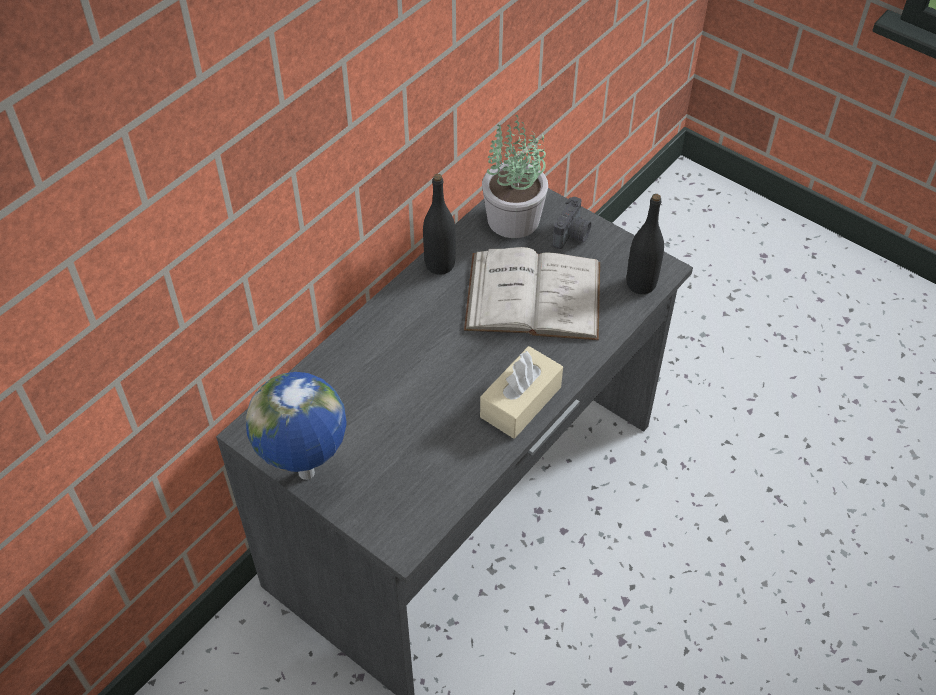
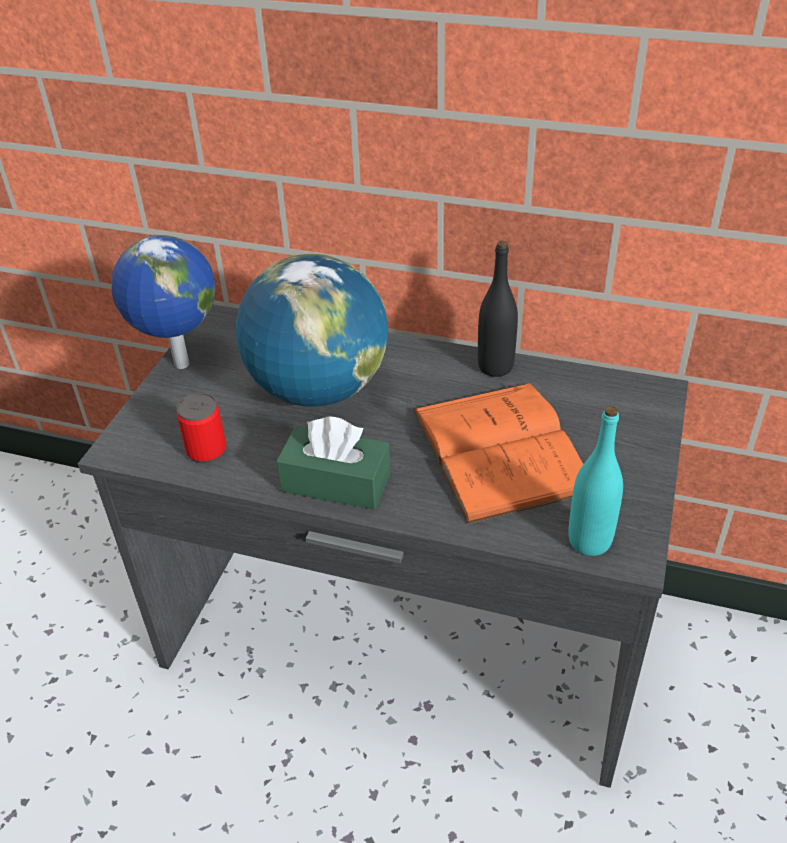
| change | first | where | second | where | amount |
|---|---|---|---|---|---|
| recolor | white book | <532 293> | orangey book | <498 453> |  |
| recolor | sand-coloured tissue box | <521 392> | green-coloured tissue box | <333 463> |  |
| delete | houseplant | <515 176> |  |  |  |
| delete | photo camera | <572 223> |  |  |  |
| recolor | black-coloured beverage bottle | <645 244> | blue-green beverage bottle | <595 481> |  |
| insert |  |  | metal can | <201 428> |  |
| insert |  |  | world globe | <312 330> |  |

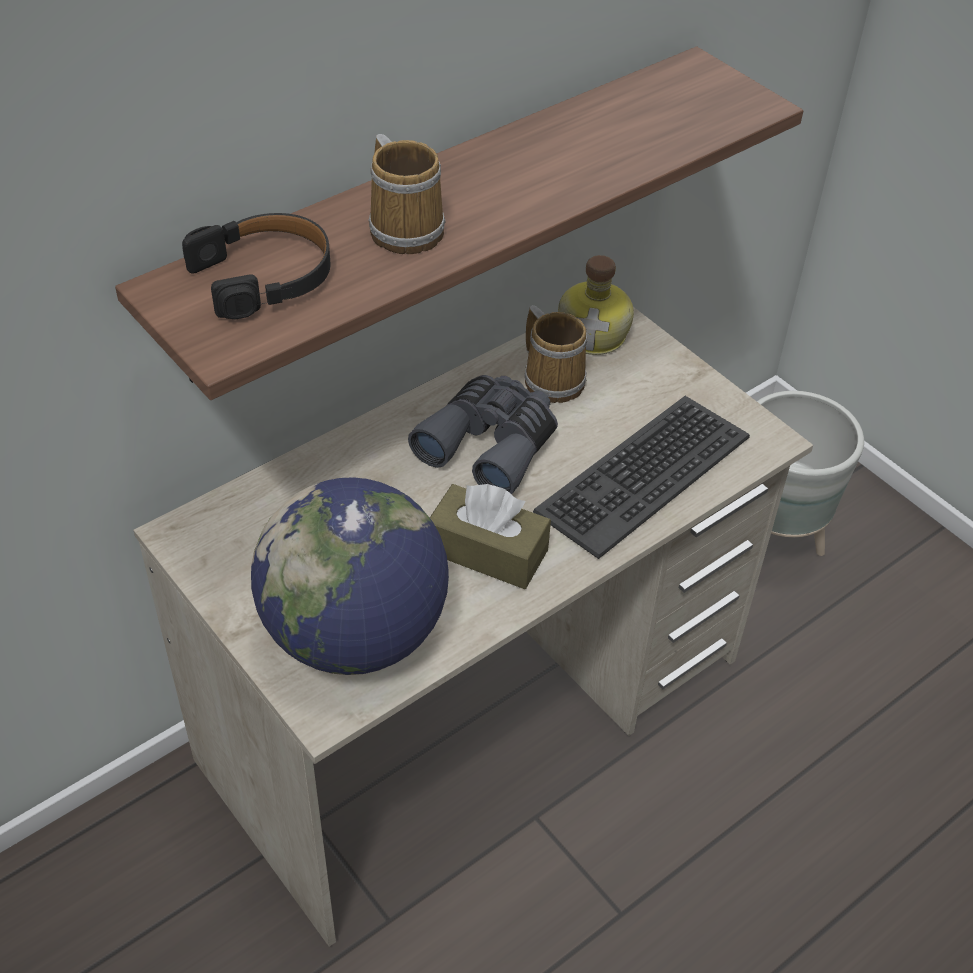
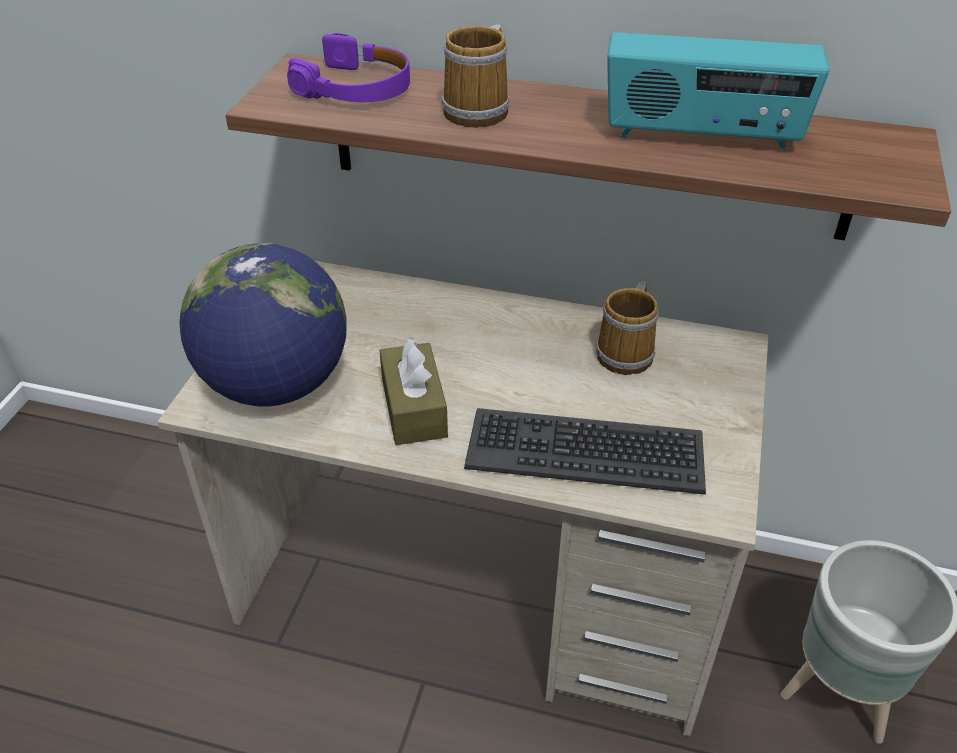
| change | first | where | second | where | amount |
|---|---|---|---|---|---|
| recolor | black-coloured pair of headphones | <256 266> | purple-coloured pair of headphones | <348 67> |  |
| delete | greyish binoculars | <483 434> |  |  |  |
| delete | beverage bottle | <596 305> |  |  |  |
| insert |  |  | radio | <718 91> |  |

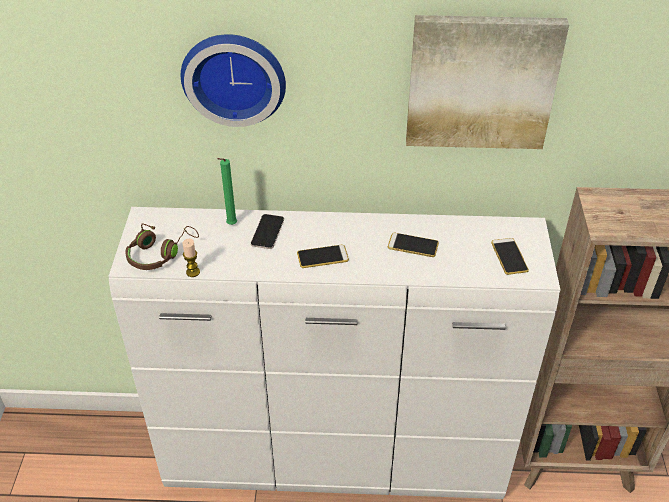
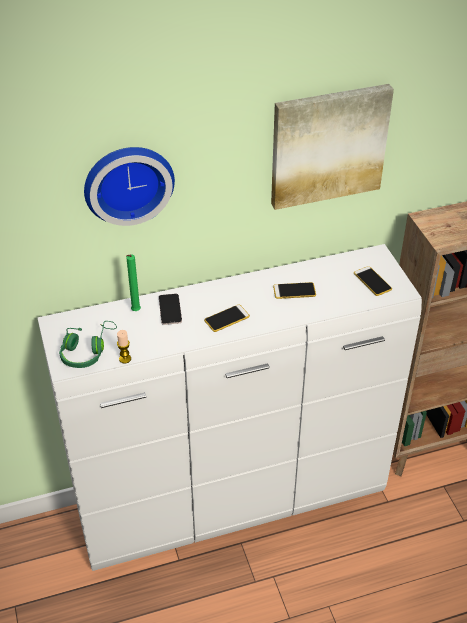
| change | first | where | second | where | amount |
|---|---|---|---|---|---|
| recolor | brown-coloured pair of headphones | <162 247> | green-coloured pair of headphones | <88 344> |  |

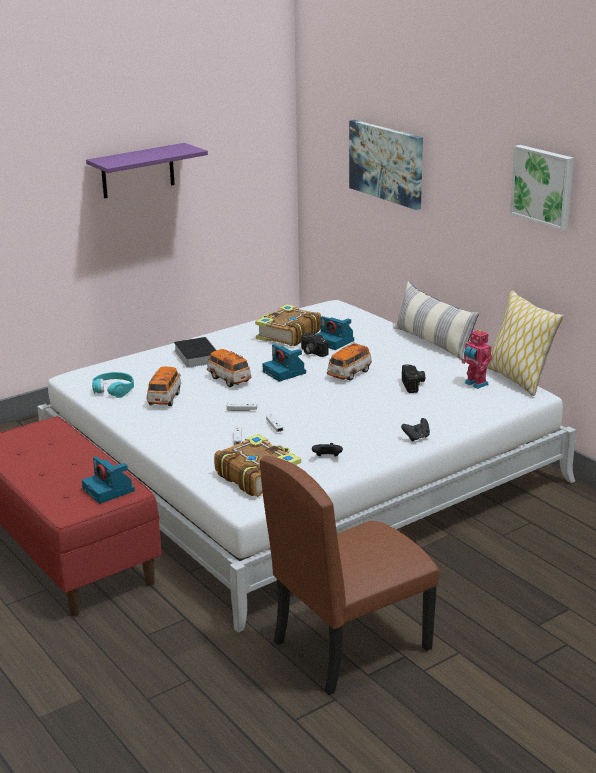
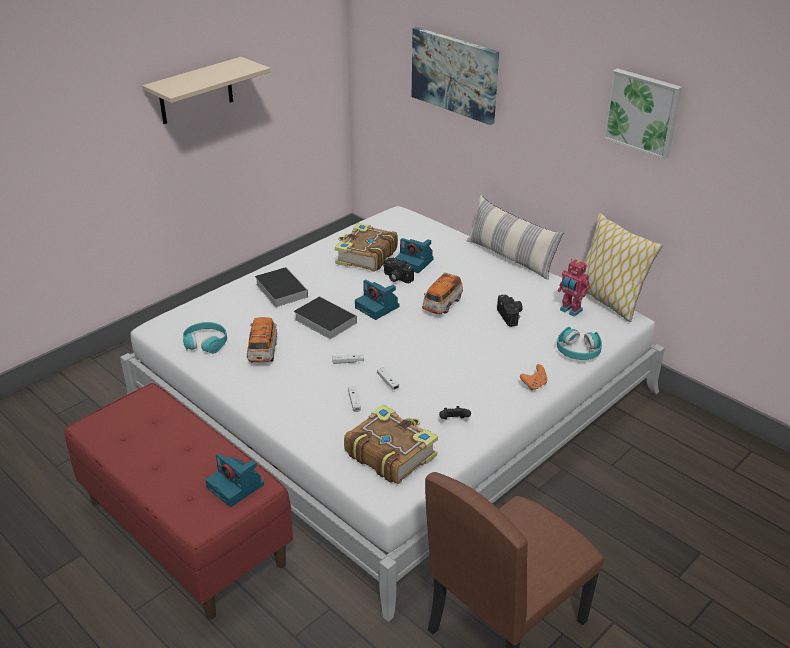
| change | first | where | second | where | amount |
|---|---|---|---|---|---|
| recolor | purple-coloured shelf | <147 171> | sand-coloured shelf | <206 90> |  |
| replace | toy car | <229 368> | book | <325 317> |  |
| recolor | black-coloured game controller | <415 430> | orangey game controller | <533 377> |  |
| insert |  |  | blue-green pair of headphones | <579 343> |  |

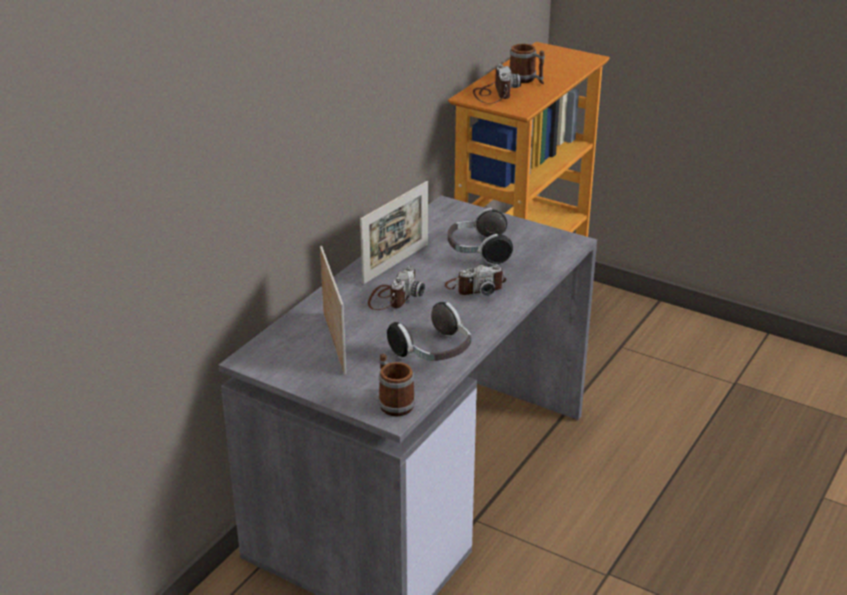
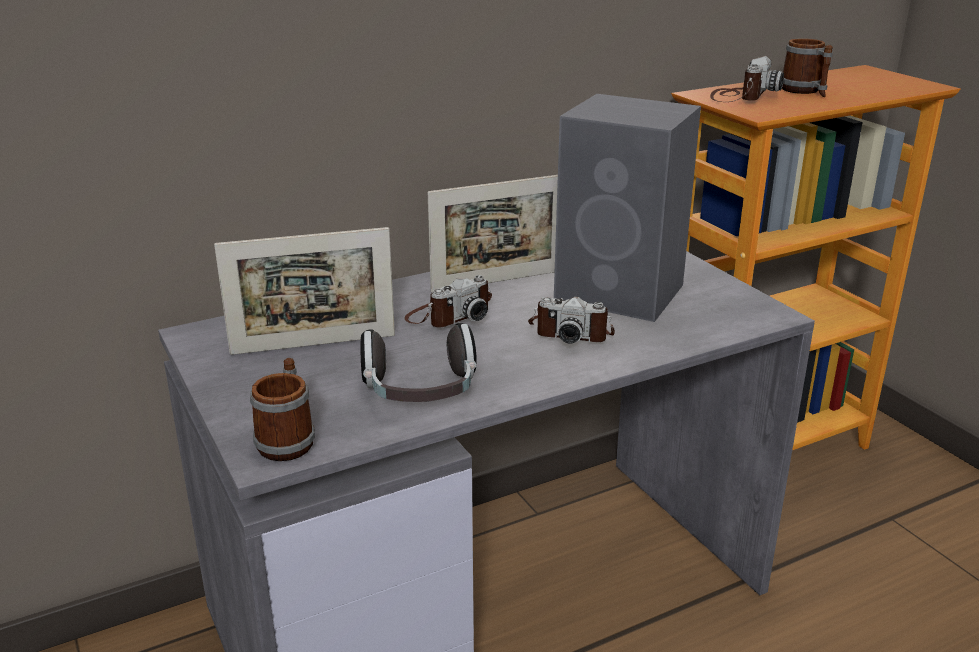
| change | first | where | second | where | amount |
|---|---|---|---|---|---|
| rotate | picture frame | <333 310> |  | <304 291> | 60 degrees clockwise |
| replace | pair of headphones | <480 236> | greyish loudspeaker | <627 208> |  |

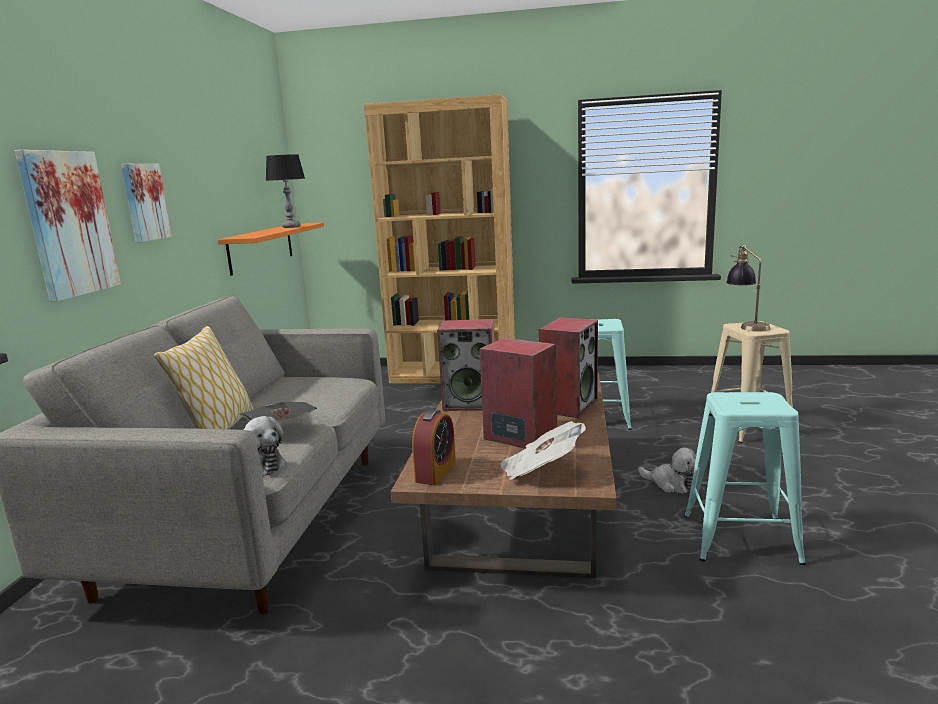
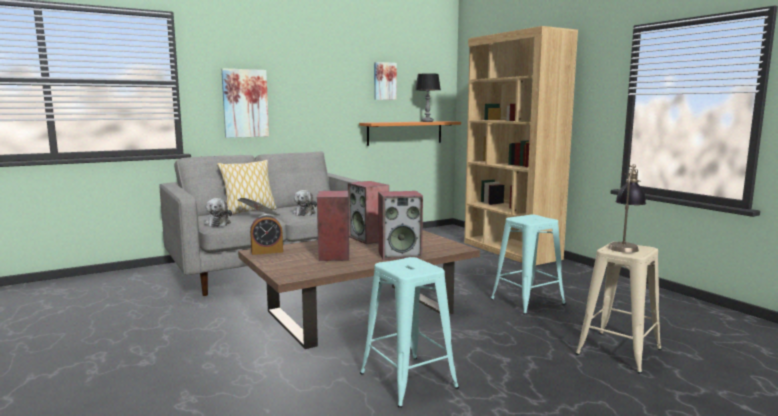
| change | first | where | second | where | amount |
|---|---|---|---|---|---|
| move | wall picture | <146 203> |  | <385 81> |  |
| delete | daily paper | <543 450> |  |  |  |
| move | plush toy | <667 470> |  | <305 203> |  |

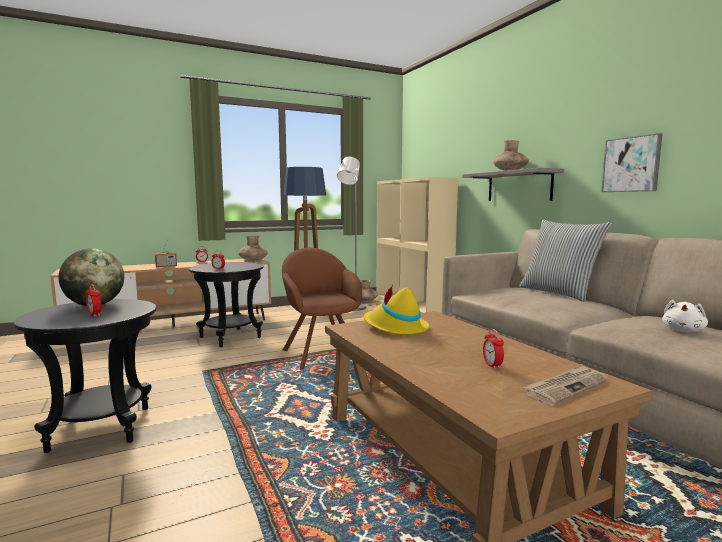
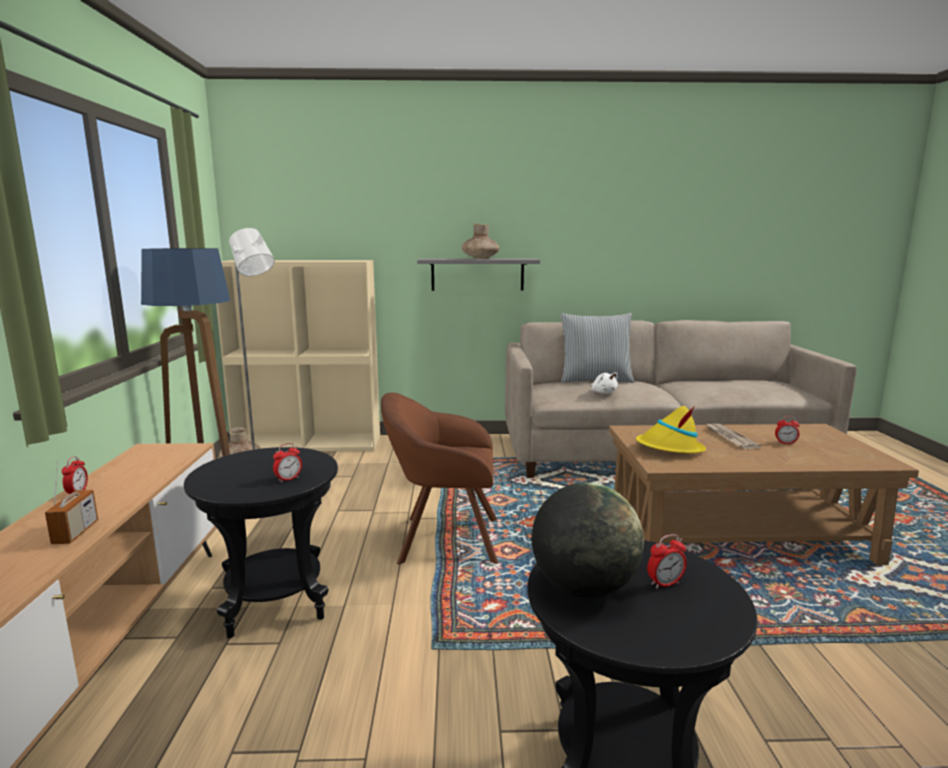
| change | first | where | second | where | amount |
|---|---|---|---|---|---|
| delete | brown-coloured flower vase | <253 248> |  |  |  |
| move | daily paper | <565 384> |  | <733 436> |  |
| delete | wall picture | <631 162> |  |  |  |
| move | white plush toy | <685 316> |  | <604 383> |  |

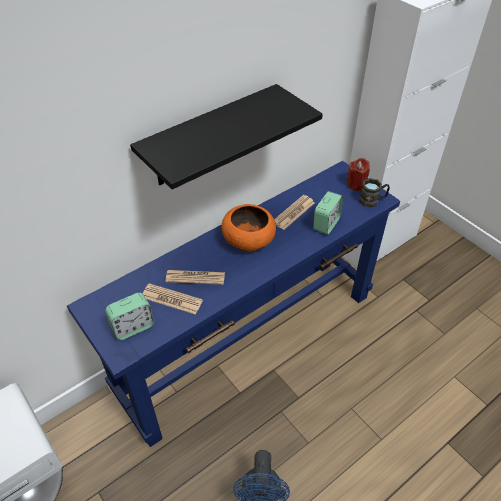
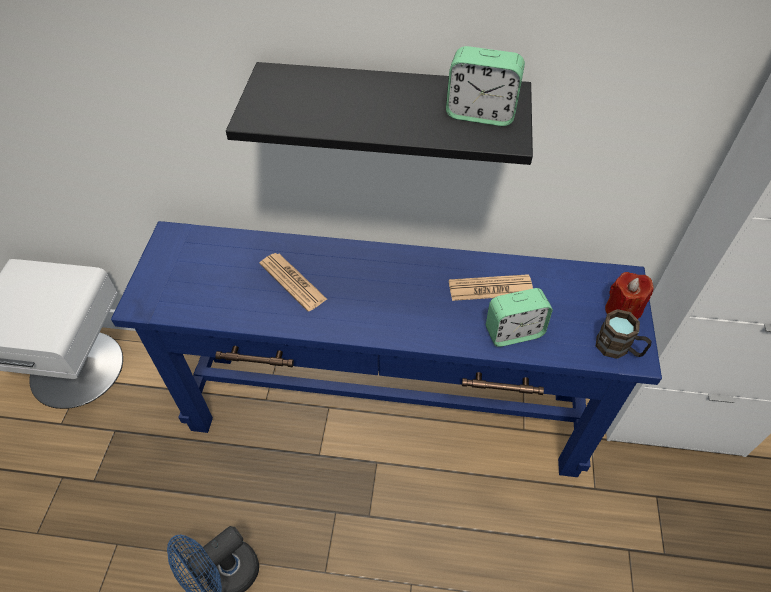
| change | first | where | second | where | amount |
|---|---|---|---|---|---|
| move | bedside clock | <129 316> |  | <485 86> |  |
| delete | daily paper | <173 299> |  |  |  |
| delete | orangey deep dish | <248 228> |  |  |  |

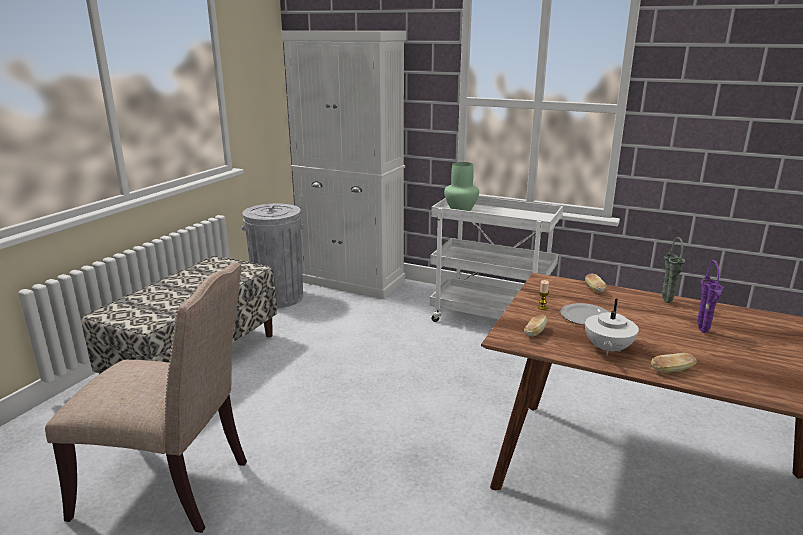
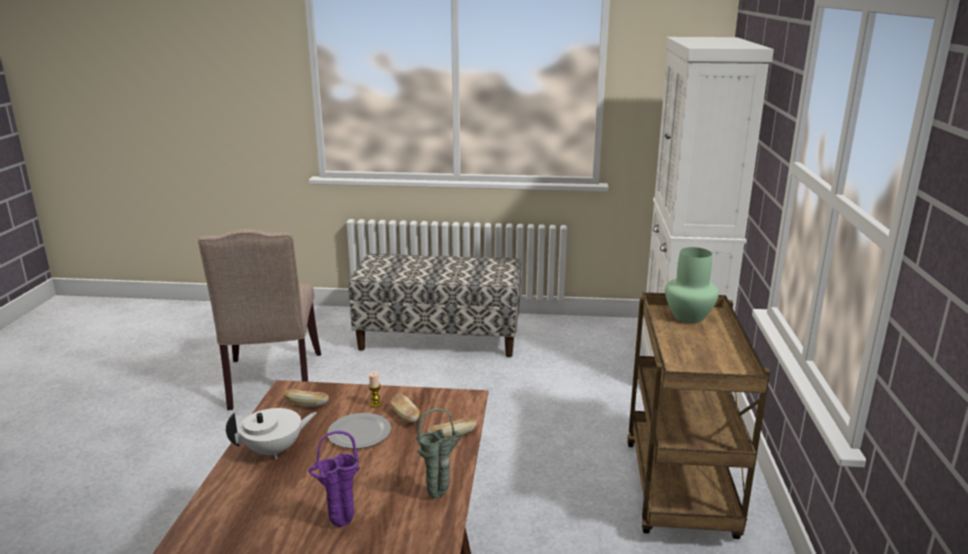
| change | first | where | second | where | amount |
|---|---|---|---|---|---|
| delete | greyish rubbish bin | <273 255> |  |  |  |
| recolor | white cart | <496 259> | brown-coloured cart | <698 415> |  |
| rotate | white pot for tea | <612 326> |  | <271 433> | 150 degrees clockwise |
| move | baked bread | <674 363> |  | <405 408> |  |

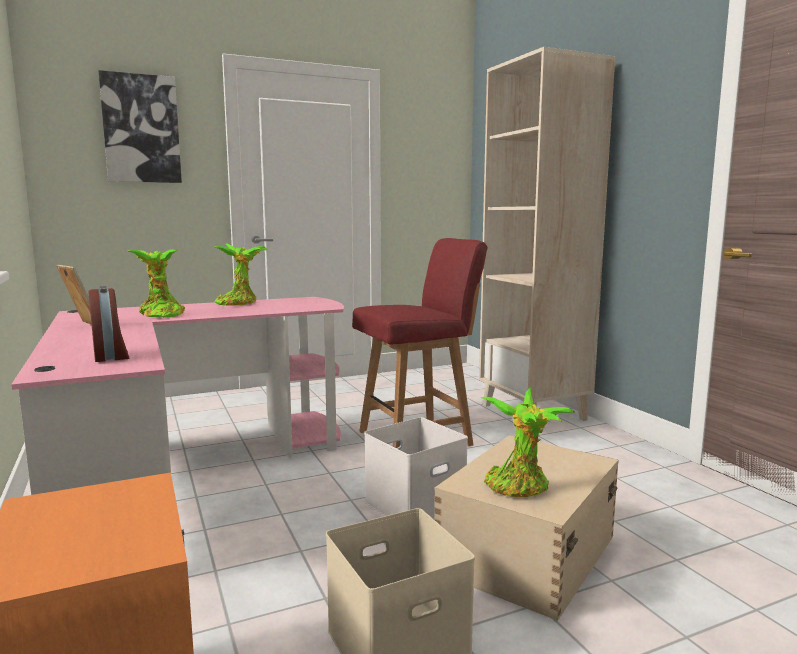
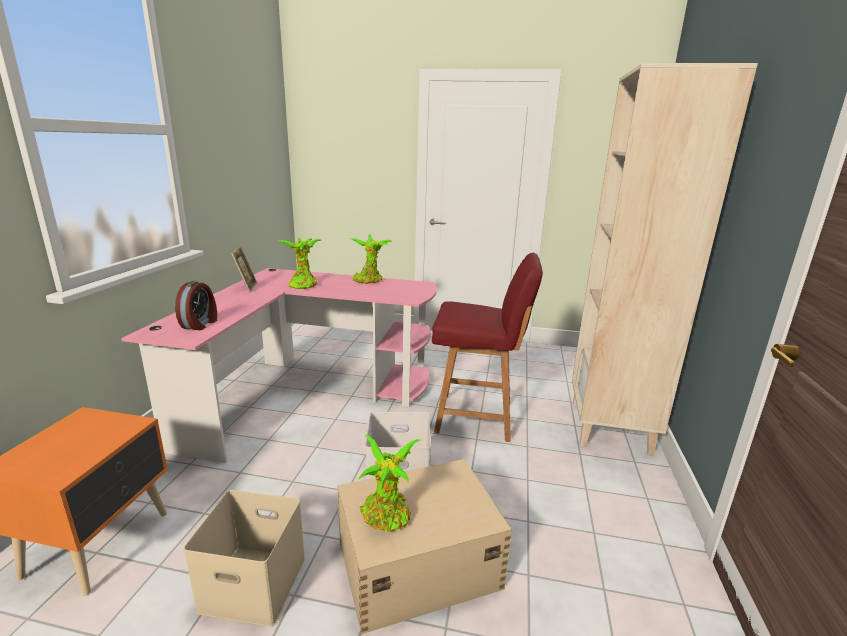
| change | first | where | second | where | amount |
|---|---|---|---|---|---|
| delete | wall picture | <140 126> |  |  |  |

